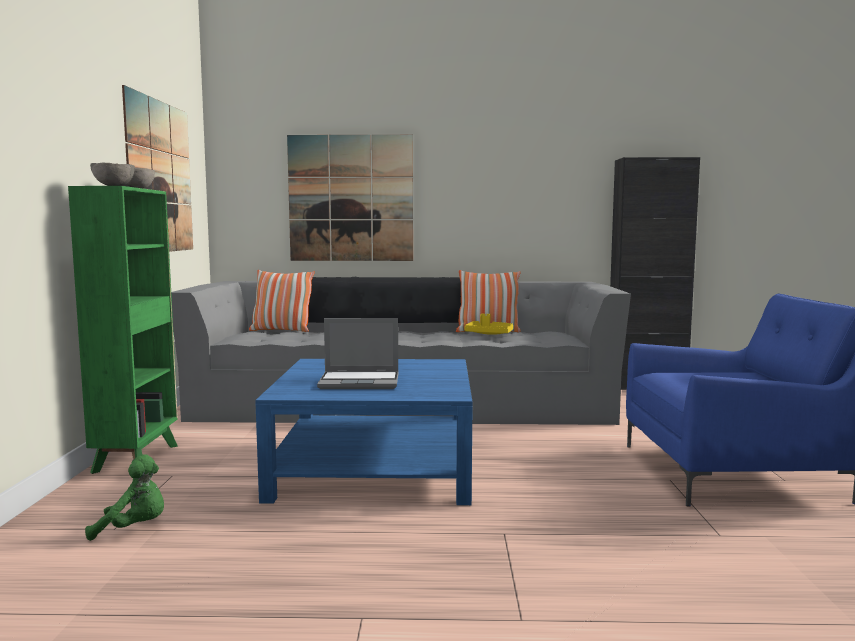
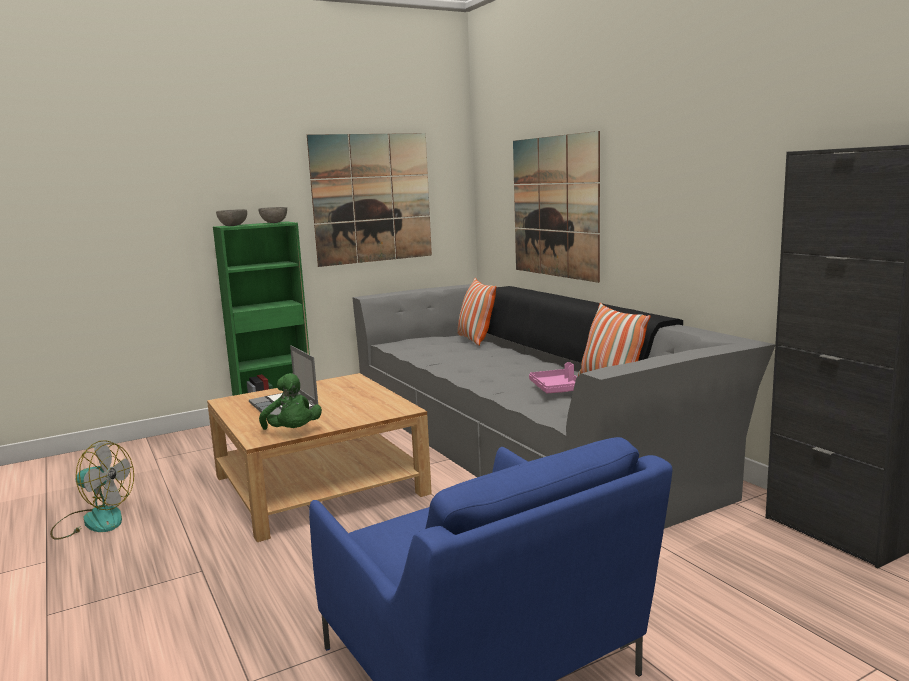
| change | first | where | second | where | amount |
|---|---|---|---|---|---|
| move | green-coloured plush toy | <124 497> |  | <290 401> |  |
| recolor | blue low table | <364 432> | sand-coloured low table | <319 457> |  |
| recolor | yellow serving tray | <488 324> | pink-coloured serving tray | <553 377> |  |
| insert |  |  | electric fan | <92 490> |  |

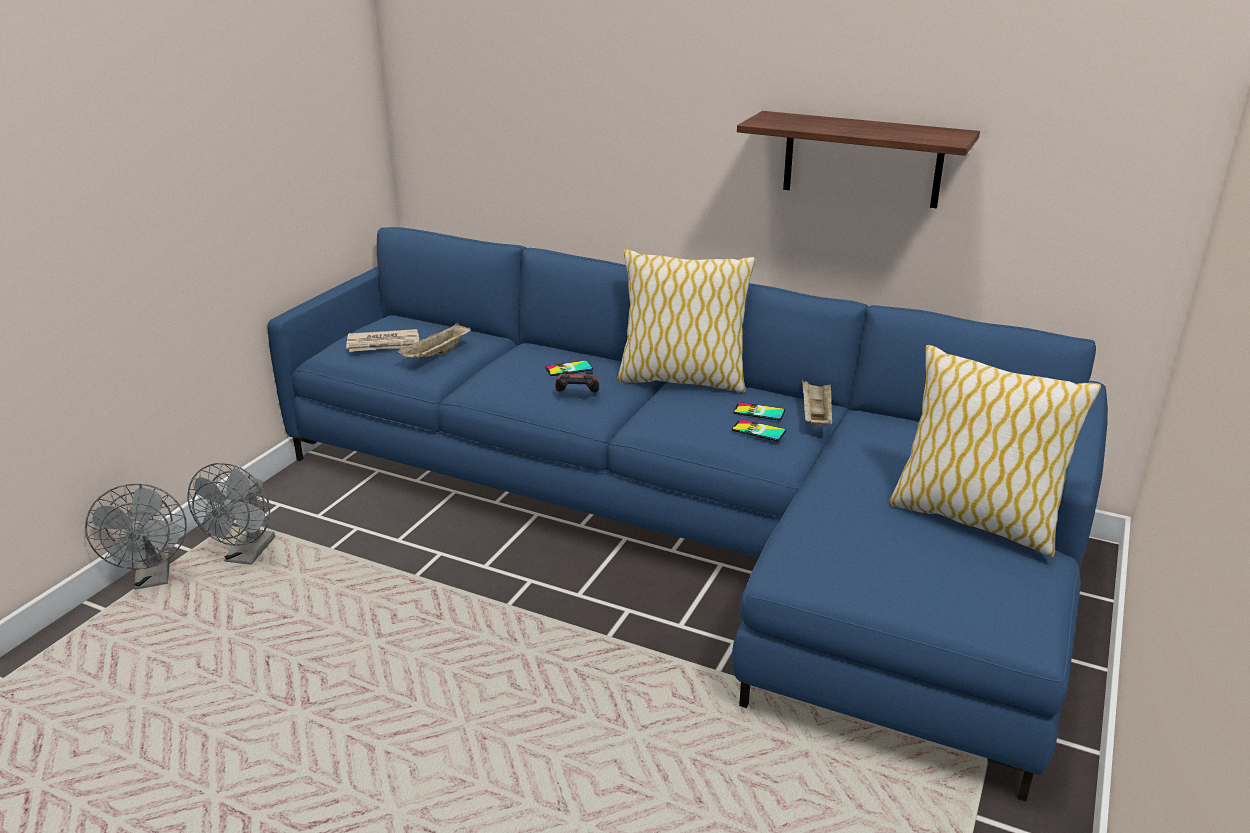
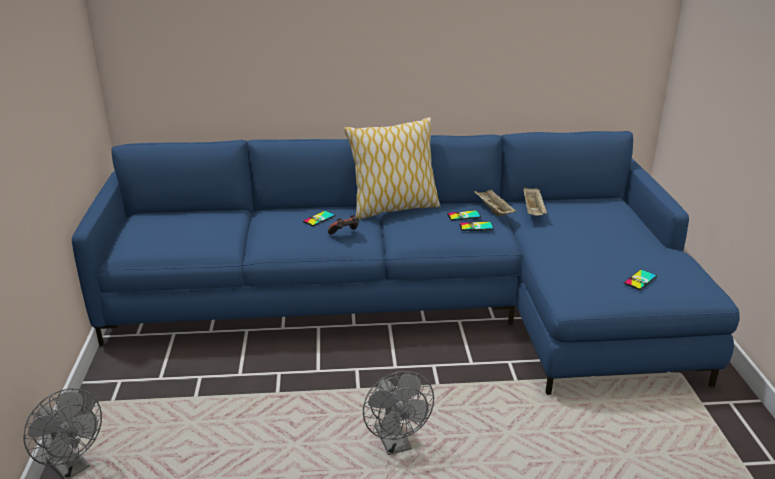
| change | first | where | second | where | amount |
|---|---|---|---|---|---|
| move | greyish electric fan | <231 514> |  | <398 413> |  |
| delete | daily paper | <382 340> |  |  |  |
| move | sand-coloured serving tray | <434 340> |  | <535 201> |  |
| delete | shelf | <858 159> |  |  |  |
| delete | cushion | <995 451> |  |  |  |
| insert |  |  | telephone | <640 280> |  |

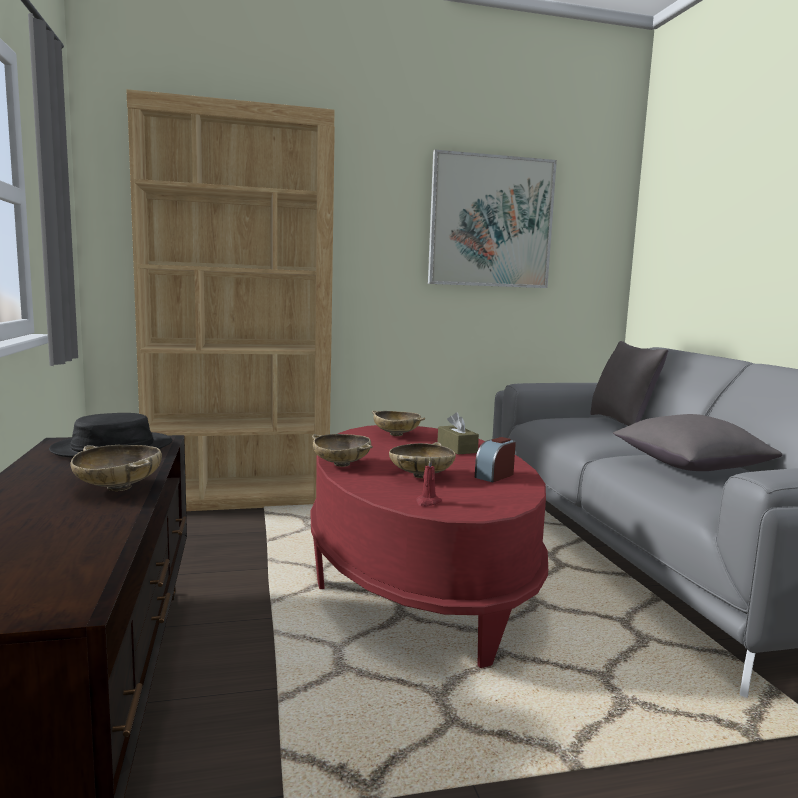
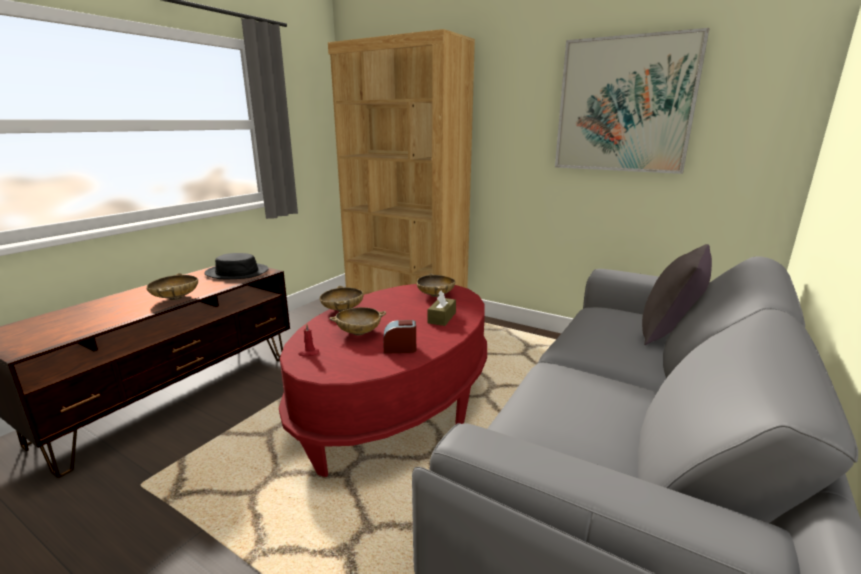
| change | first | where | second | where | amount |
|---|---|---|---|---|---|
| delete | greyish cushion | <697 442> |  |  |  |

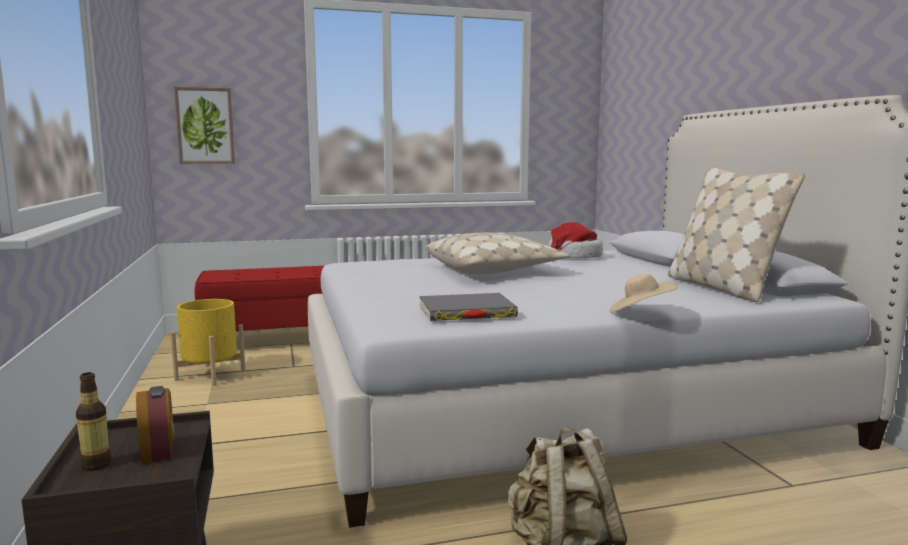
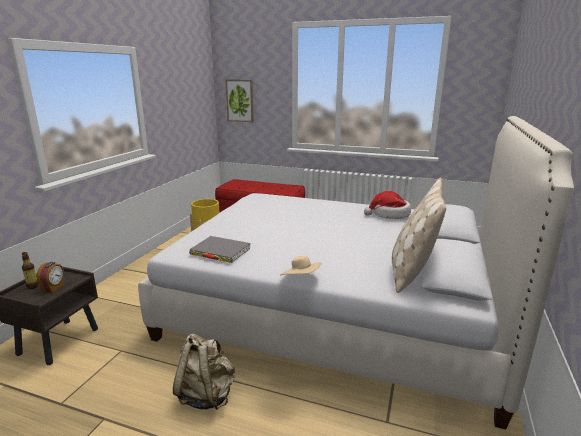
| change | first | where | second | where | amount |
|---|---|---|---|---|---|
| delete | sand-coloured cushion | <497 253> |  |  |  |

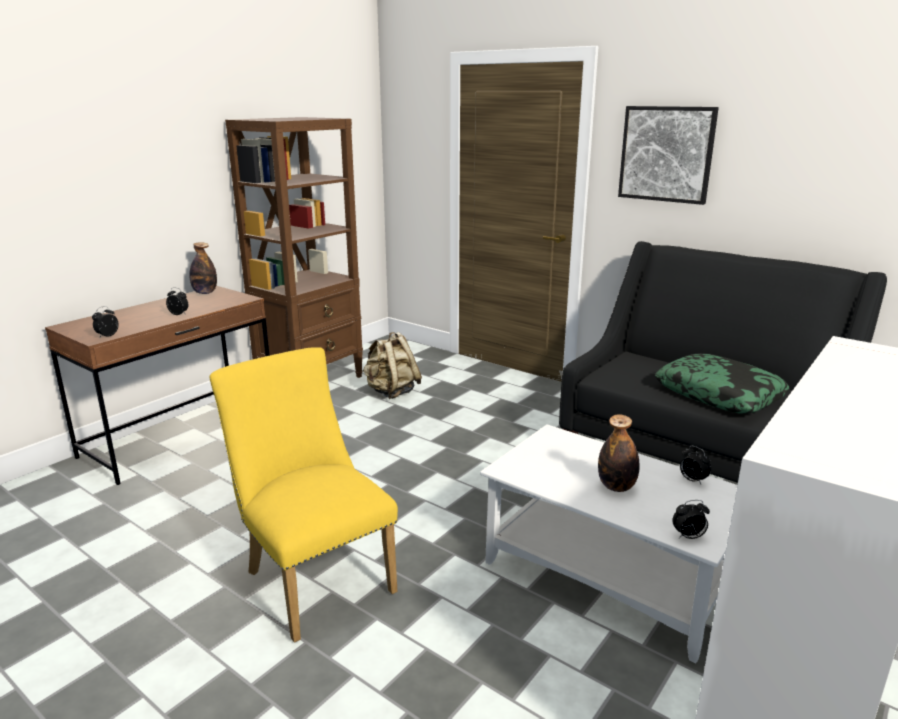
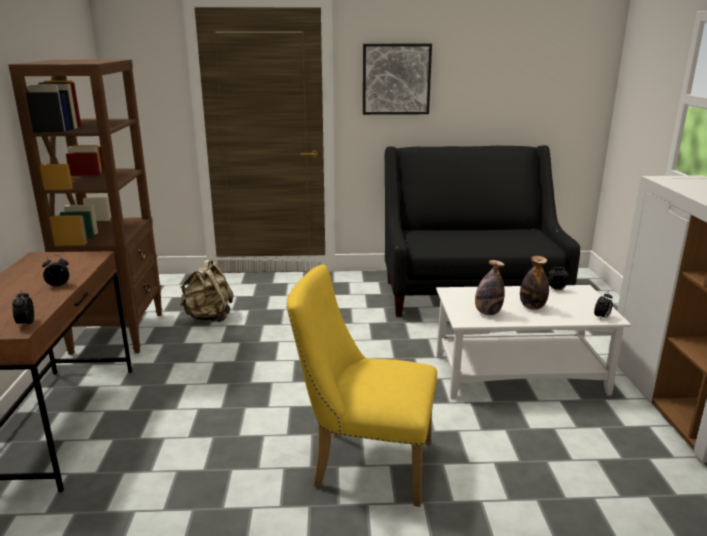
| change | first | where | second | where | amount |
|---|---|---|---|---|---|
| move | beverage bottle | <203 268> |  | <490 287> |  |
| delete | cushion | <722 383> |  |  |  |

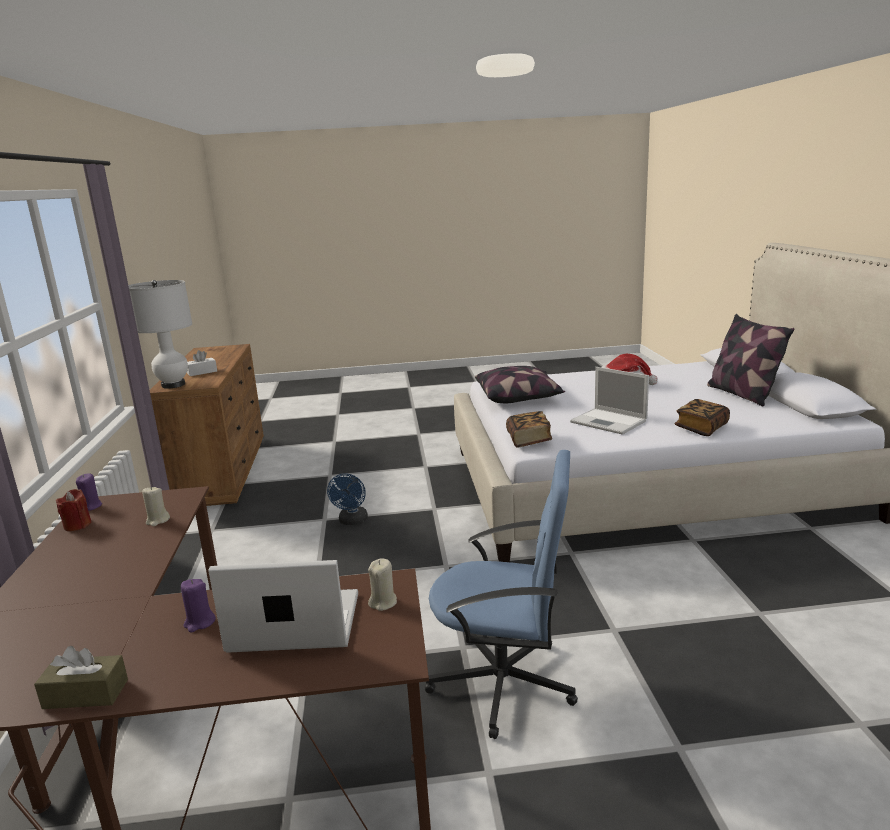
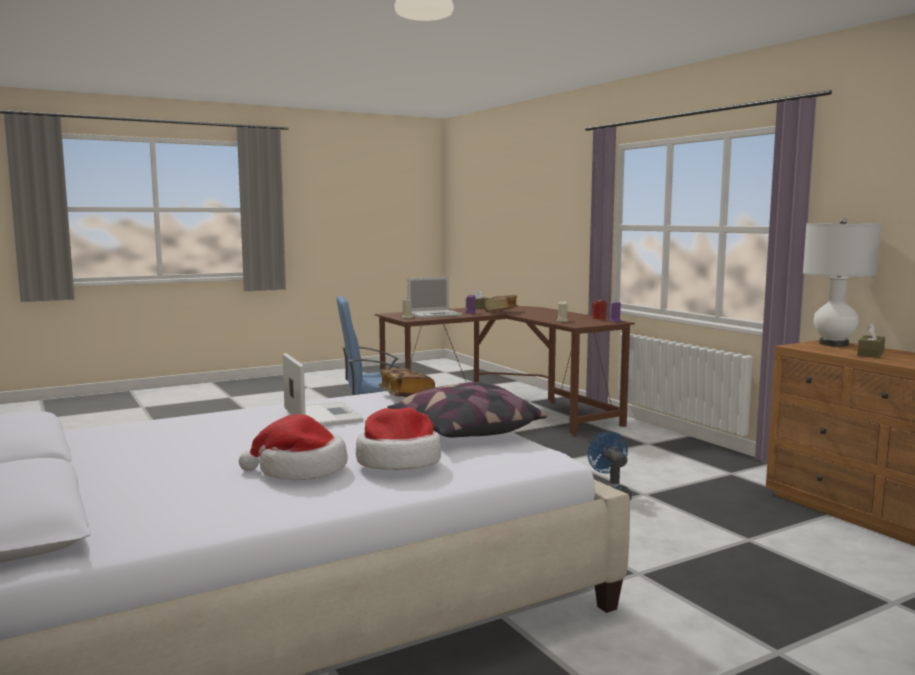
| change | first | where | second | where | amount |
|---|---|---|---|---|---|
| recolor | white tissue box | <202 363> | brown-coloured tissue box | <871 340> |  |
| rotate | laptop | <609 401> |  | <323 389> | 45 degrees clockwise |
| move | book | <702 417> |  | <501 303> |  |
| delete | cushion | <750 360> |  |  |  |
| insert |  |  | clothing hat | <398 438> |  |

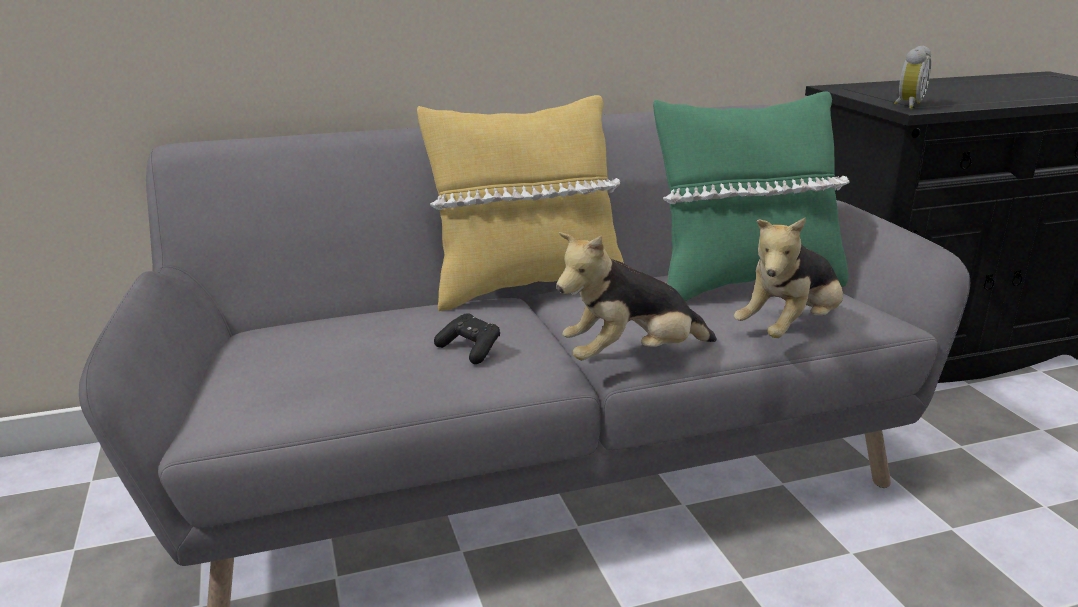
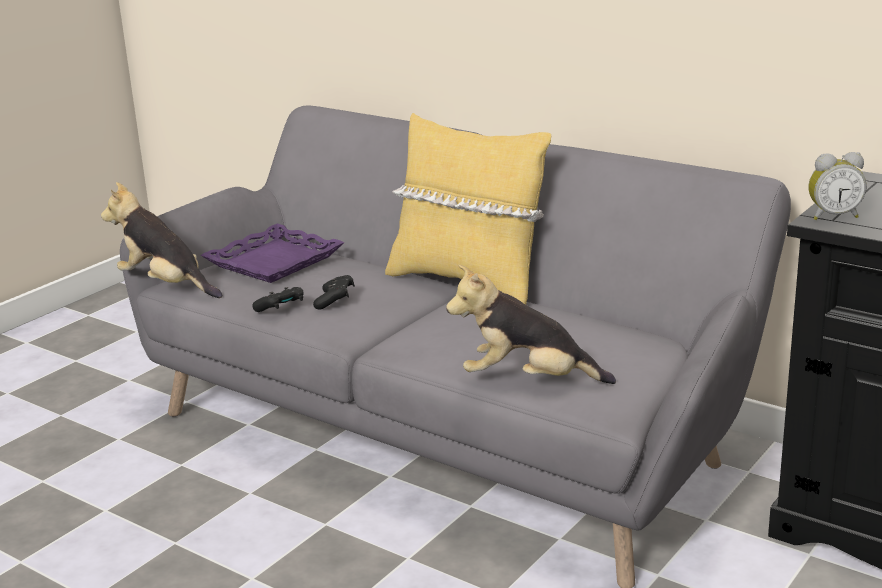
| change | first | where | second | where | amount |
|---|---|---|---|---|---|
| move | plush toy | <636 296> |  | <162 240> |  |
| delete | green-coloured cushion | <751 196> |  |  |  |
| insert |  |  | purple-coloured serving tray | <273 253> |  |
| insert |  |  | black-coloured game controller | <278 299> |  |

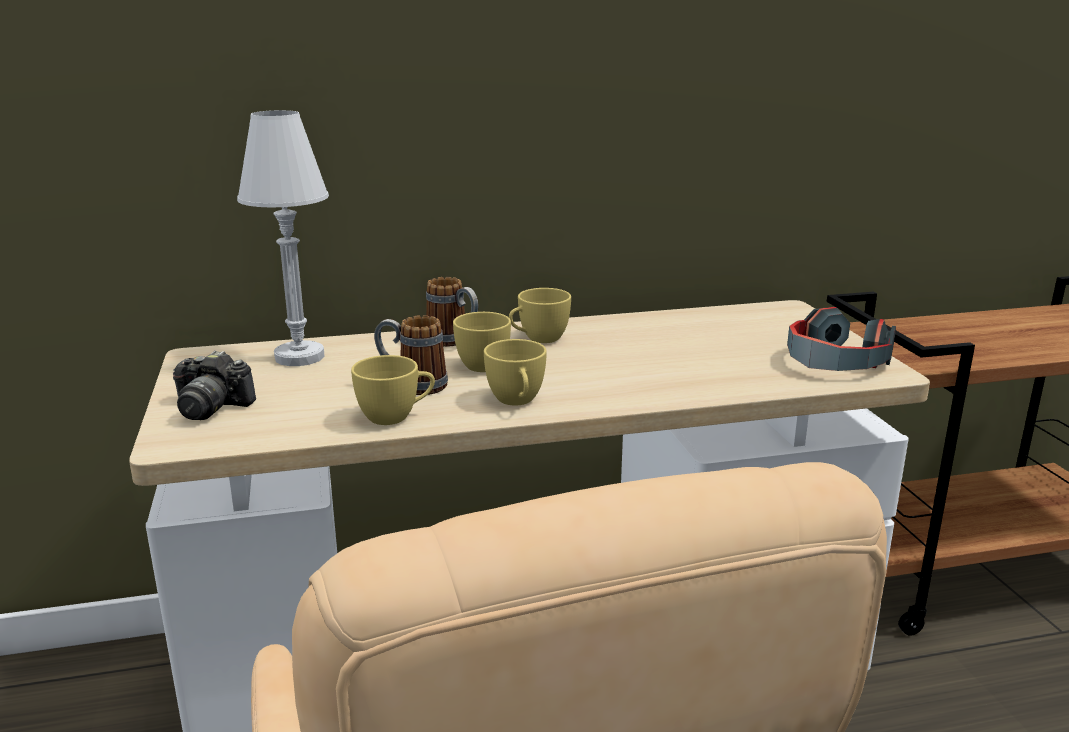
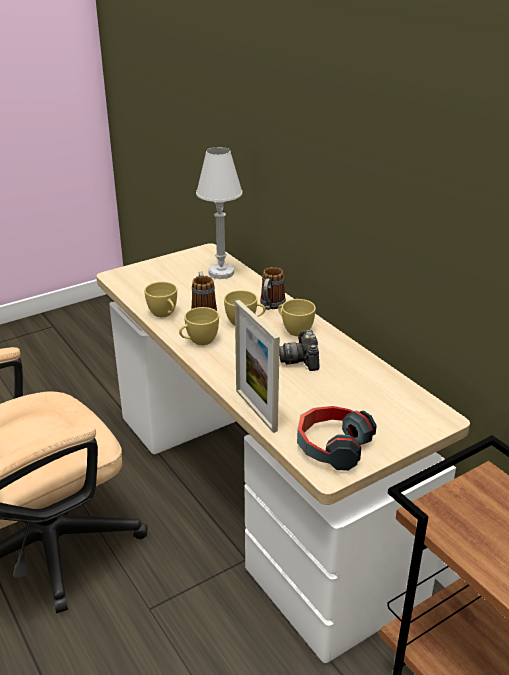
| change | first | where | second | where | amount |
|---|---|---|---|---|---|
| move | photo camera | <214 385> |  | <299 350> |  |
| insert |  |  | picture frame | <257 366> |  |

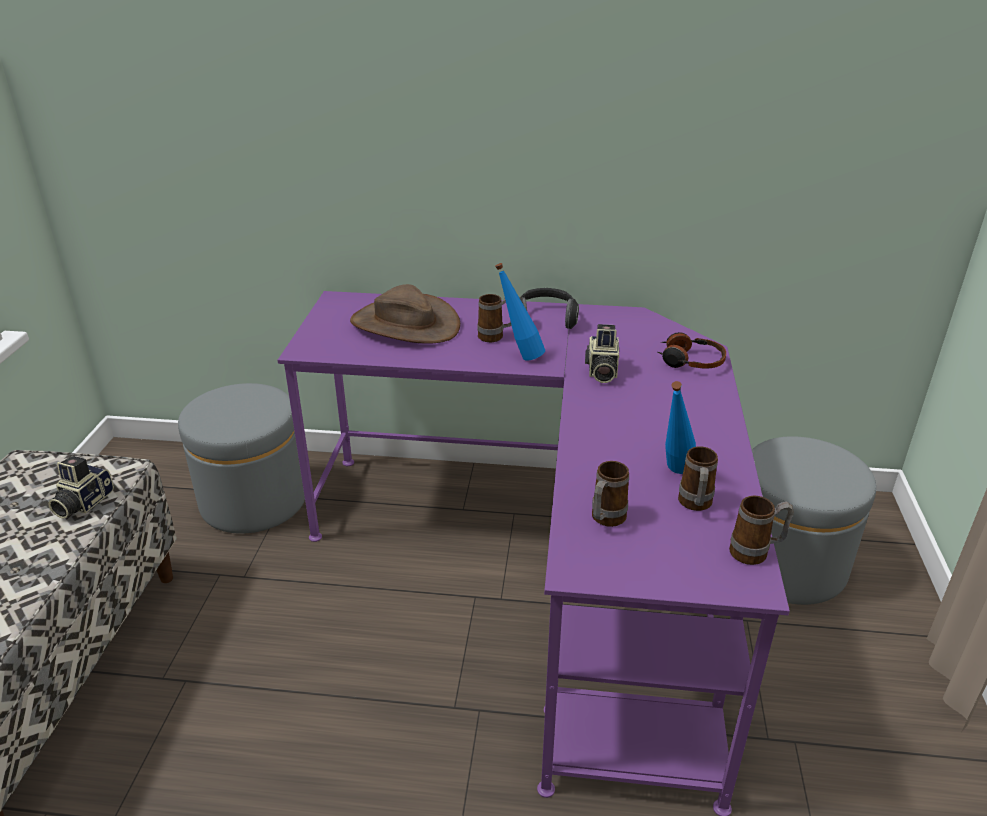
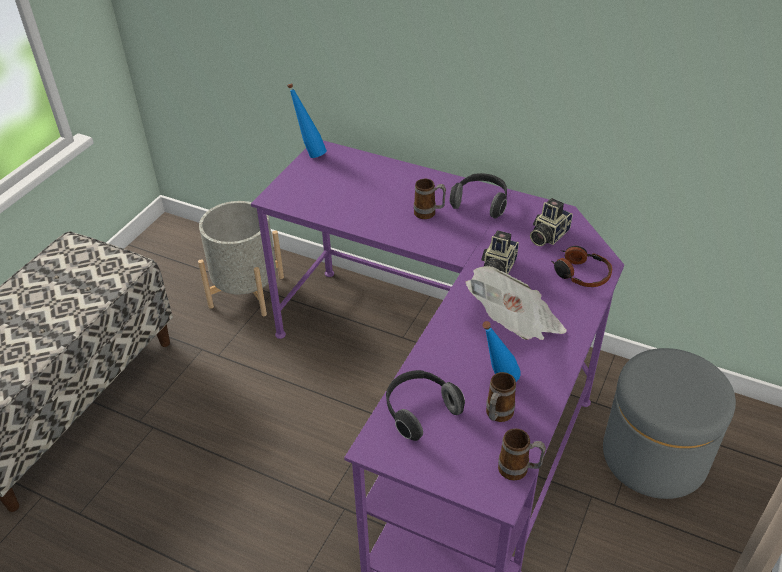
| change | first | where | second | where | amount |
|---|---|---|---|---|---|
| move | photo camera | <81 487> |  | <551 222> |  |
| replace | greyish pouffe | <241 458> | greyish plant pot | <241 258> |  |
| delete | brown-coloured clothing hat | <405 314> |  |  |  |
| move | blue beverage bottle | <520 311> |  | <307 120> |  |
| replace | coffee mug | <610 494> | pair of headphones | <425 405> |  |
| insert |  |  | daily paper | <516 303> |  |

